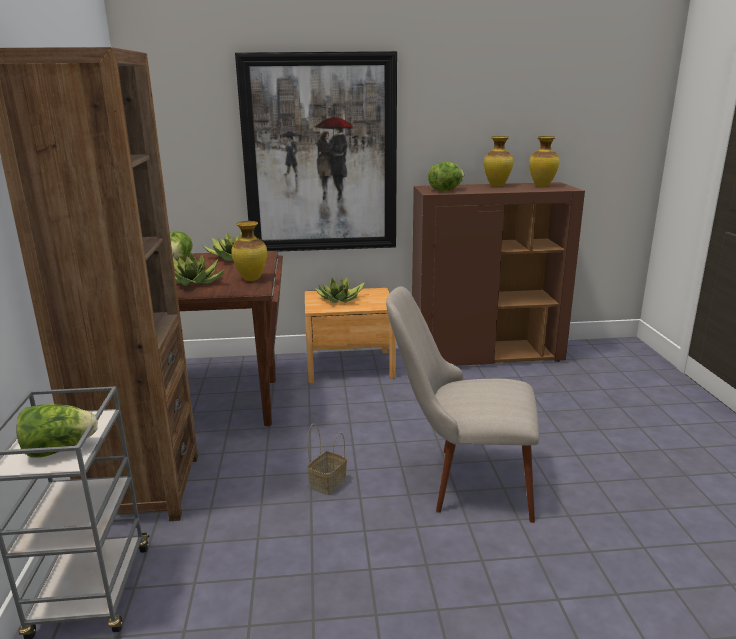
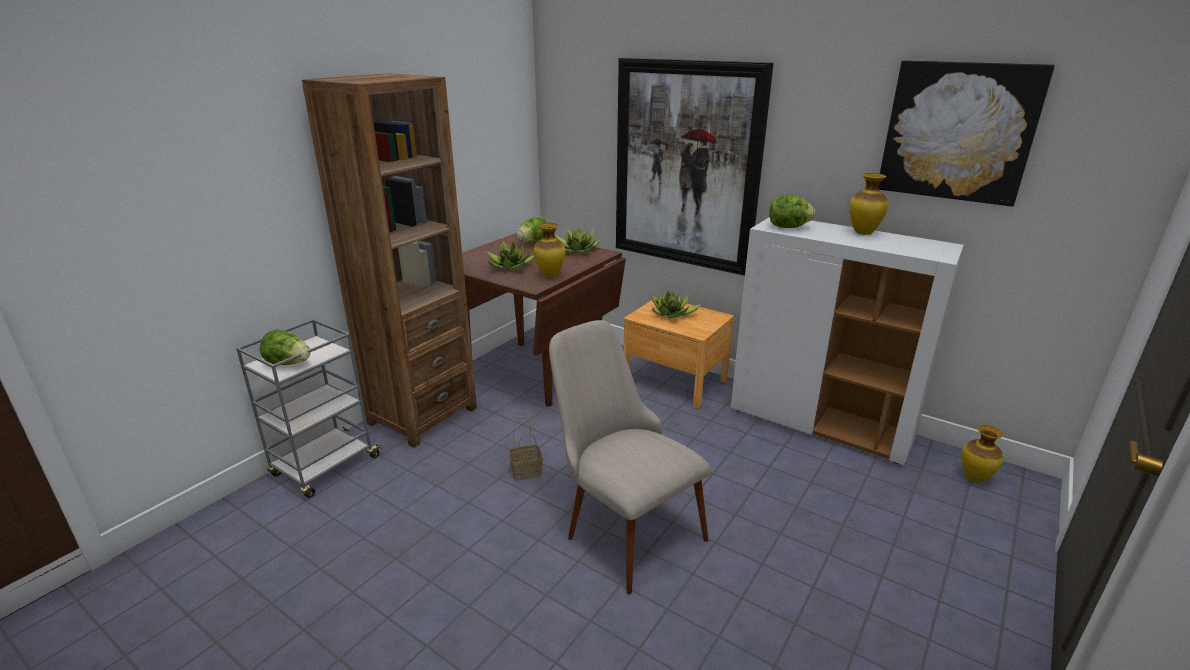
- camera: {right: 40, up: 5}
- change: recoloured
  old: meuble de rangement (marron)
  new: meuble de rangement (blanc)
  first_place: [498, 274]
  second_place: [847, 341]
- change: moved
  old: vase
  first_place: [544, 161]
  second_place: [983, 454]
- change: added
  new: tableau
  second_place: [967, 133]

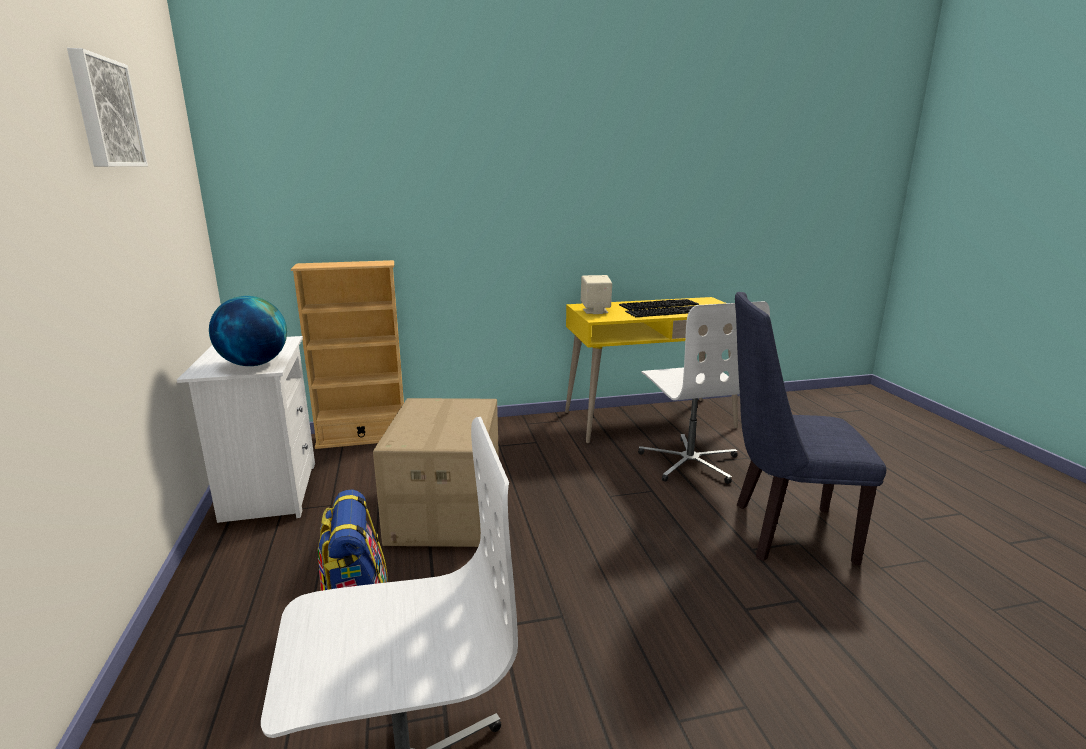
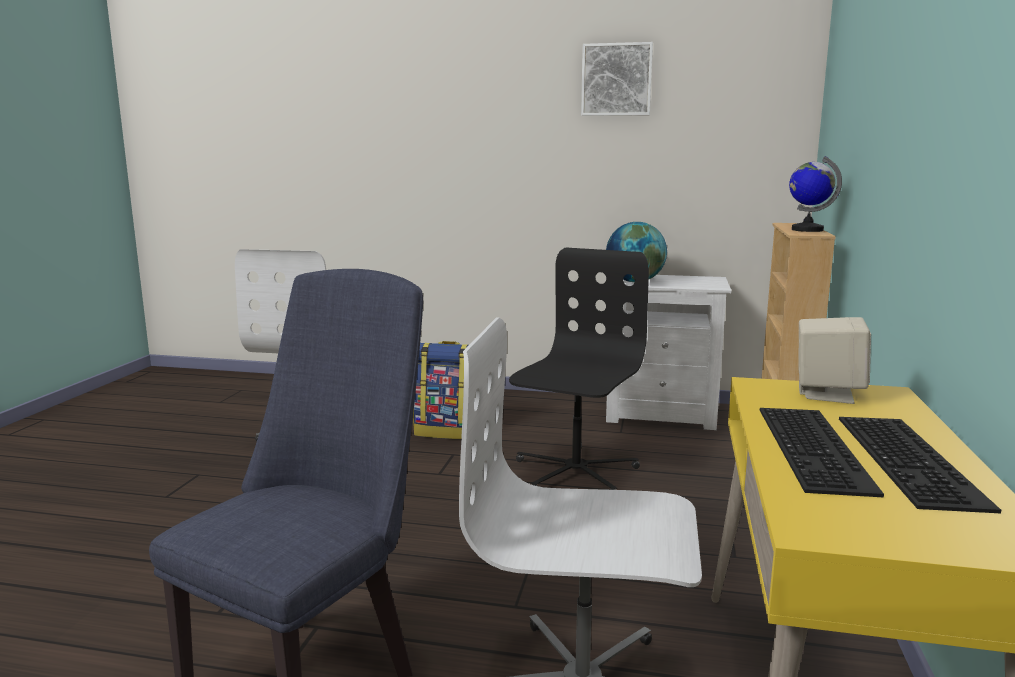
- camera: {right: 115, up: -5}
- change: replaced
  old: carton
  new: chaise de bureau (noir)
  first_place: [436, 472]
  second_place: [579, 369]
- change: added
  new: globe
  second_place: [815, 194]

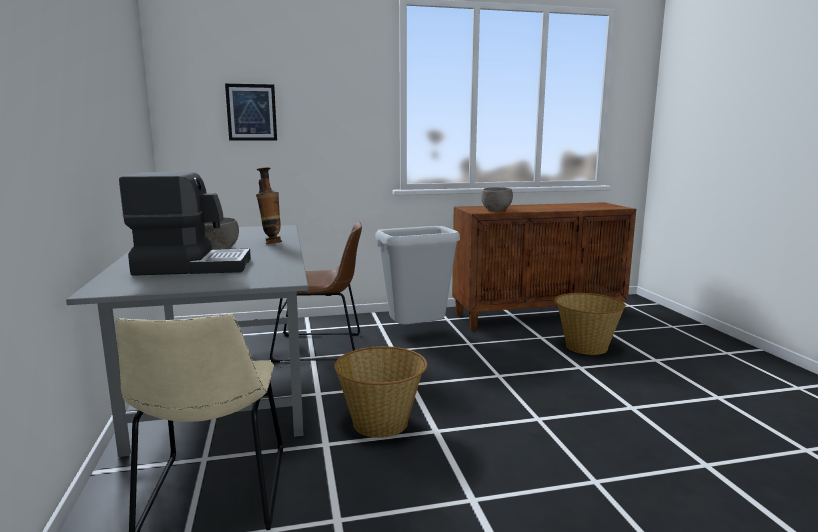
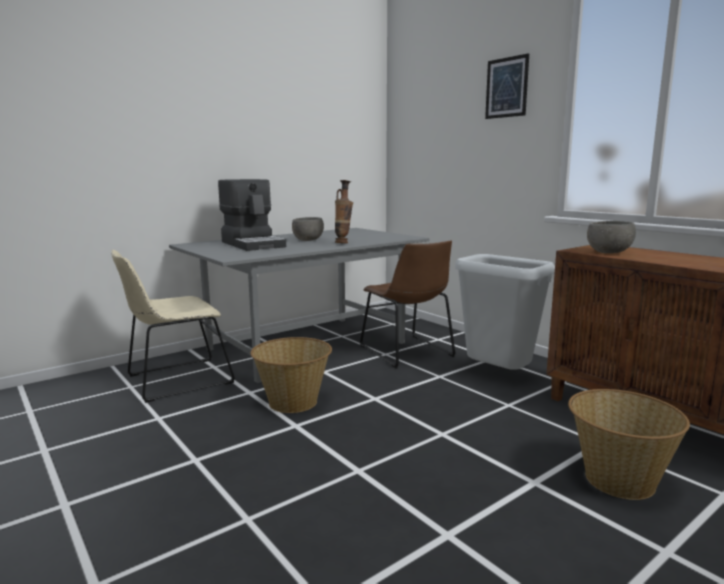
- camera: {right: 65, up: 0}
- change: moved
  old: tableau
  first_place: [251, 112]
  second_place: [507, 86]

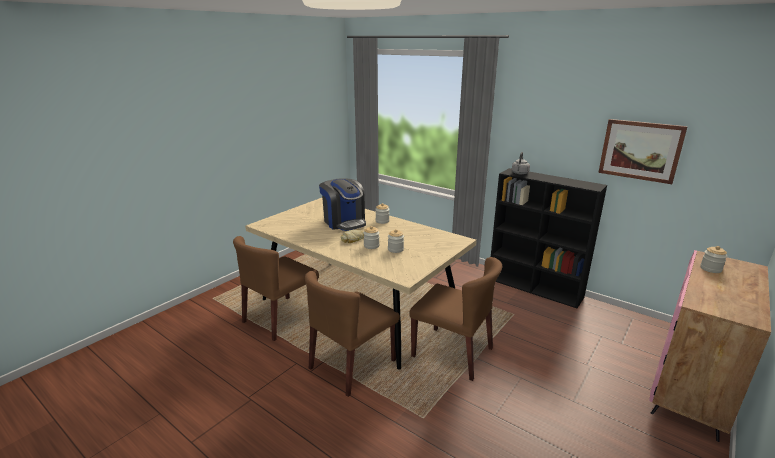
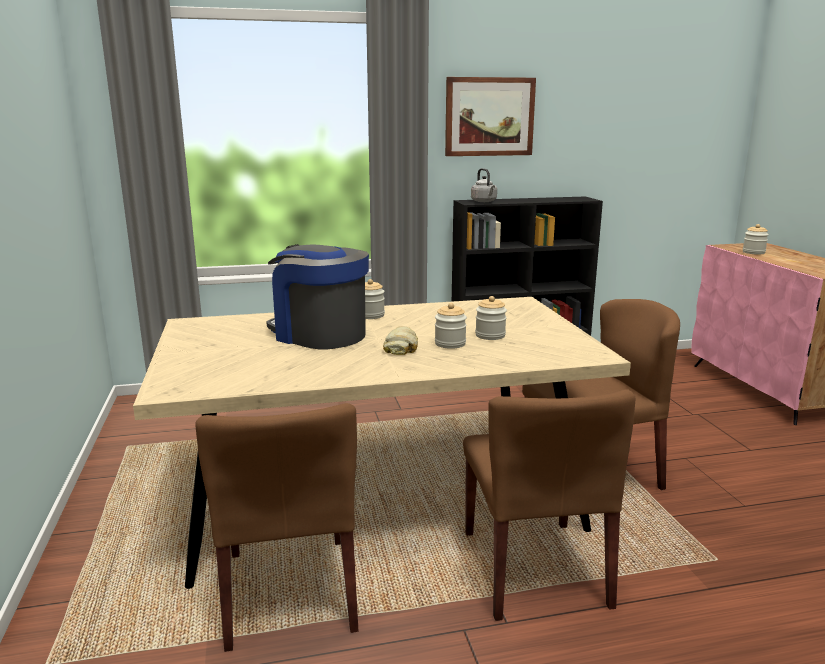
- camera: {right: -50, up: -5}
- change: turned
  old: machine à café
  first_place: [342, 204]
  second_place: [317, 297]
  degrees: -150
- change: moved
  old: tableau
  first_place: [643, 151]
  second_place: [490, 116]

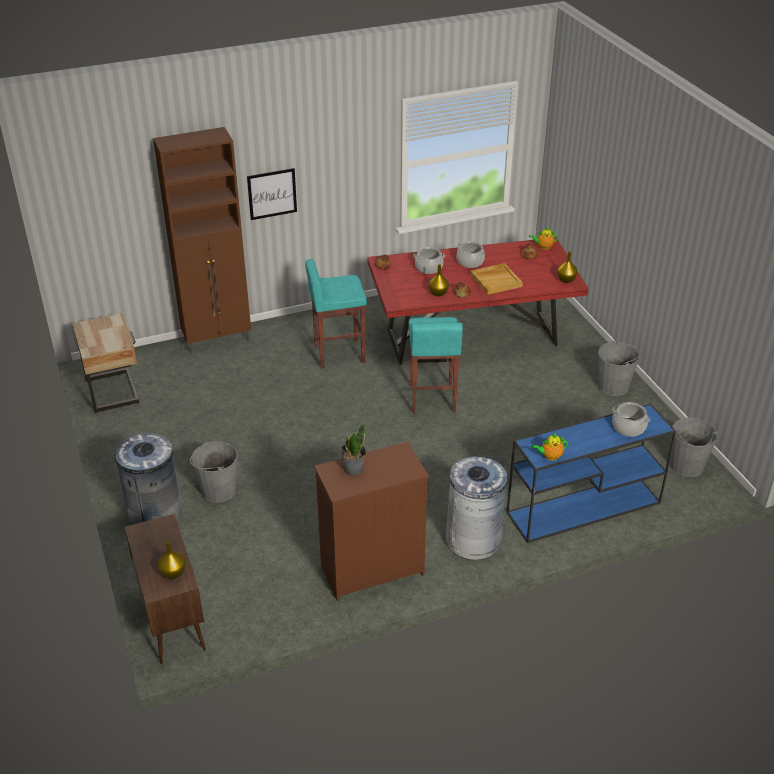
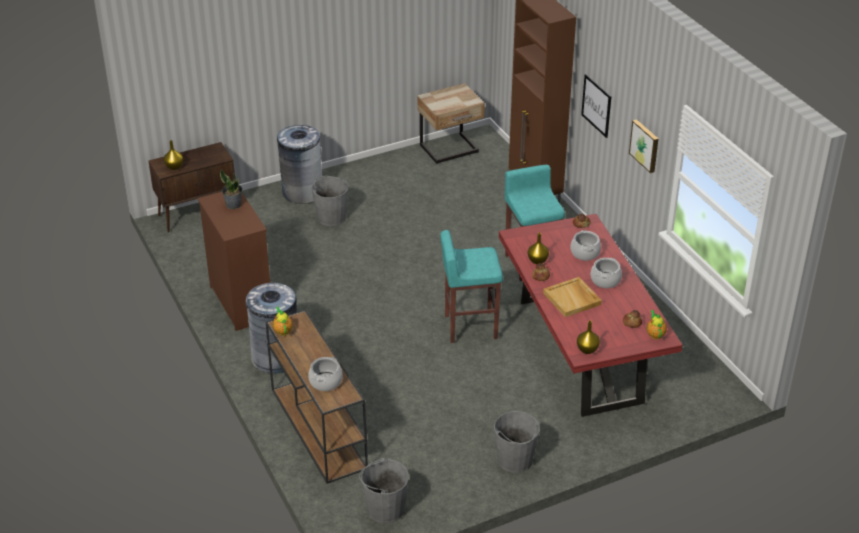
- camera: {right: 85, up: 0}
- change: recoloured
  old: table console (bleu)
  new: table console (marron)
  first_place: [591, 473]
  second_place: [317, 397]
- change: added
  new: tableau
  second_place: [643, 146]

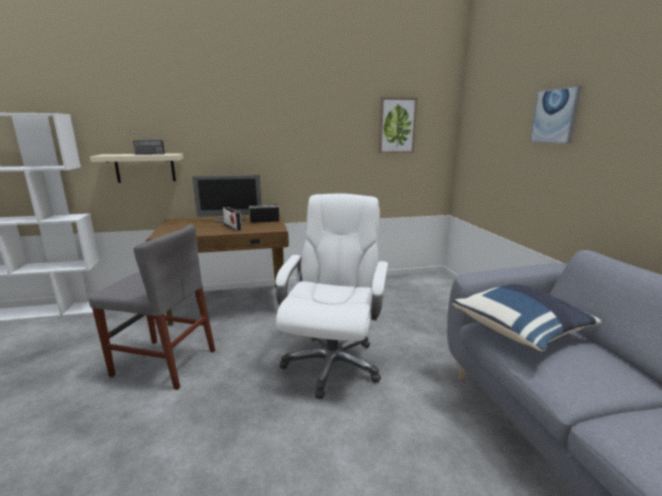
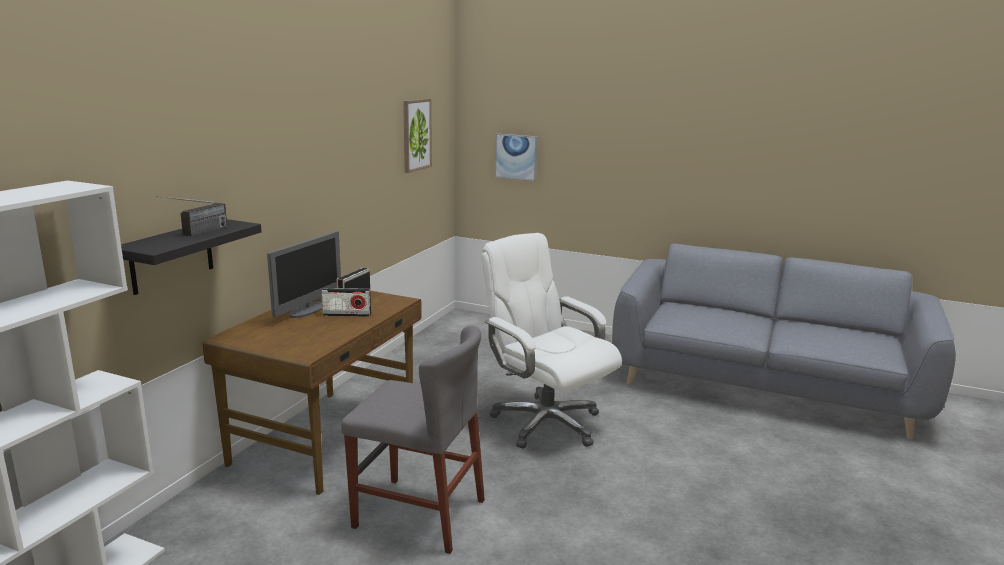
- camera: {right: -55, up: 0}
- change: turned
  old: chaise (gris)
  first_place: [152, 307]
  second_place: [413, 439]
  degrees: 60
- change: recoloured
  old: étagère (beige)
  new: étagère (noir)
  first_place: [137, 168]
  second_place: [191, 257]
- change: removed
  old: coussin (bleu)
  first_place: [527, 318]
- change: moved
  old: tableau
  first_place: [556, 115]
  second_place: [516, 157]

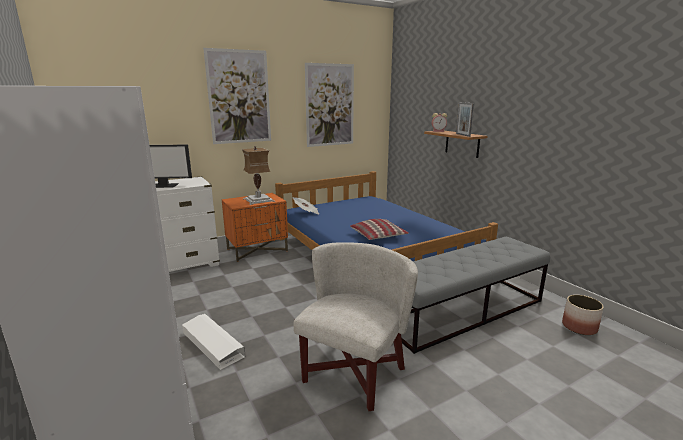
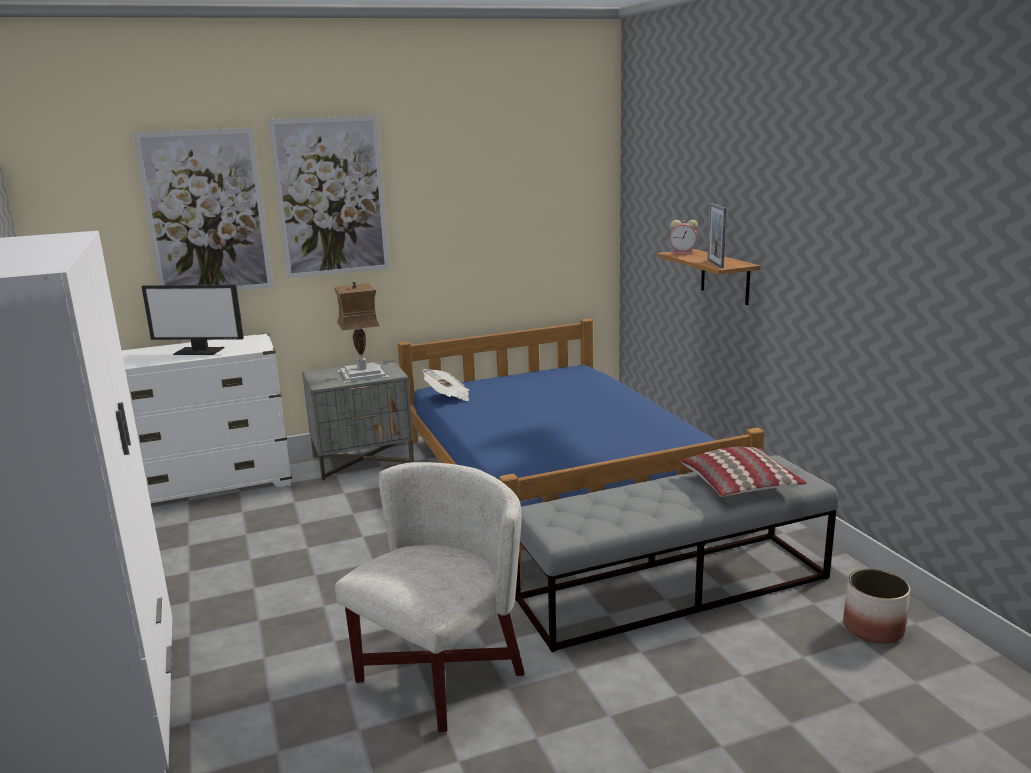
- camera: {right: 10, up: 0}
- change: removed
  old: boîte de rangement (blanc)
  first_place: [213, 342]
- change: recoloured
  old: table de chevet (orange)
  new: table de chevet (gris)
  first_place: [255, 227]
  second_place: [358, 420]
- change: moved
  old: tableau
  first_place: [329, 105]
  second_place: [203, 209]
- change: moved
  old: coussin
  first_place: [379, 229]
  second_place: [743, 472]

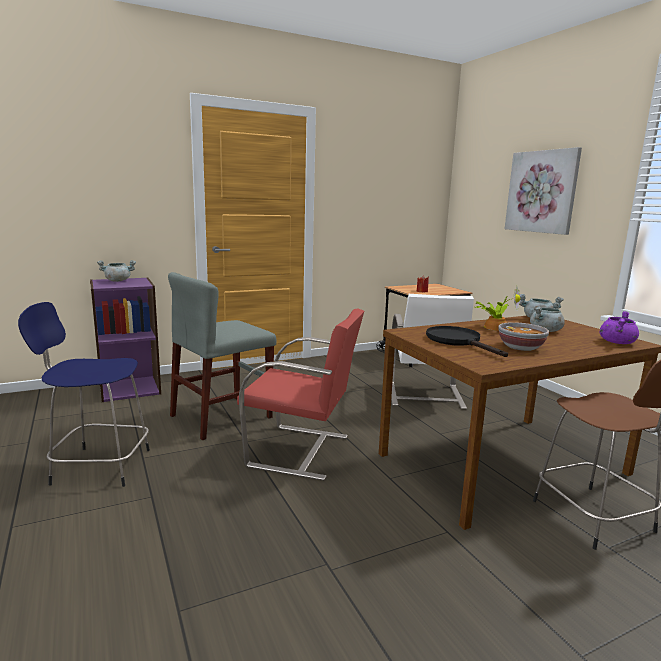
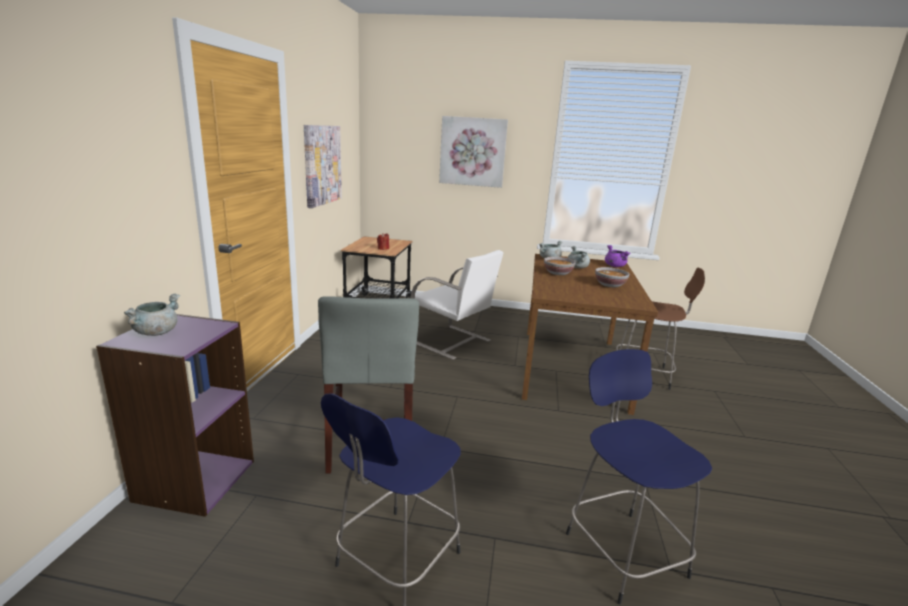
- camera: {right: -55, up: 5}
- change: removed
  old: chaise (rouge)
  first_place: [300, 394]
- change: removed
  old: poêle (noir)
  first_place: [467, 341]
- change: replaced
  old: plante en pot
  new: bol
  first_place: [497, 308]
  second_place: [559, 266]
- change: added
  new: tableau
  second_place: [323, 166]
- change: added
  new: tabouret (bleu)
  second_place: [639, 477]

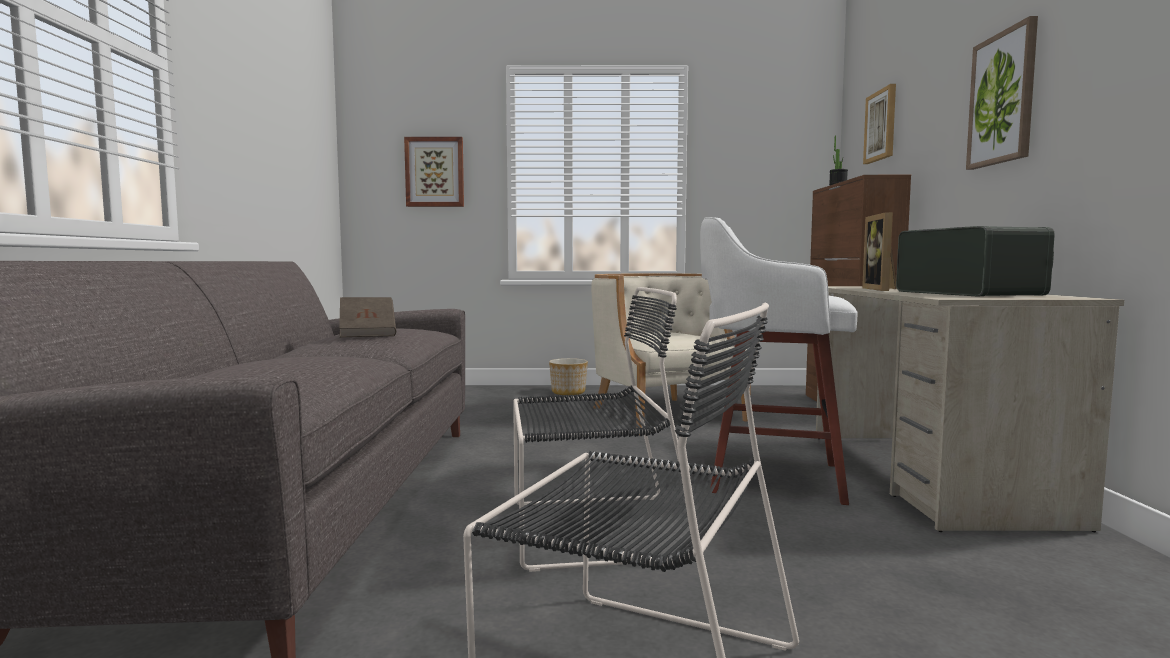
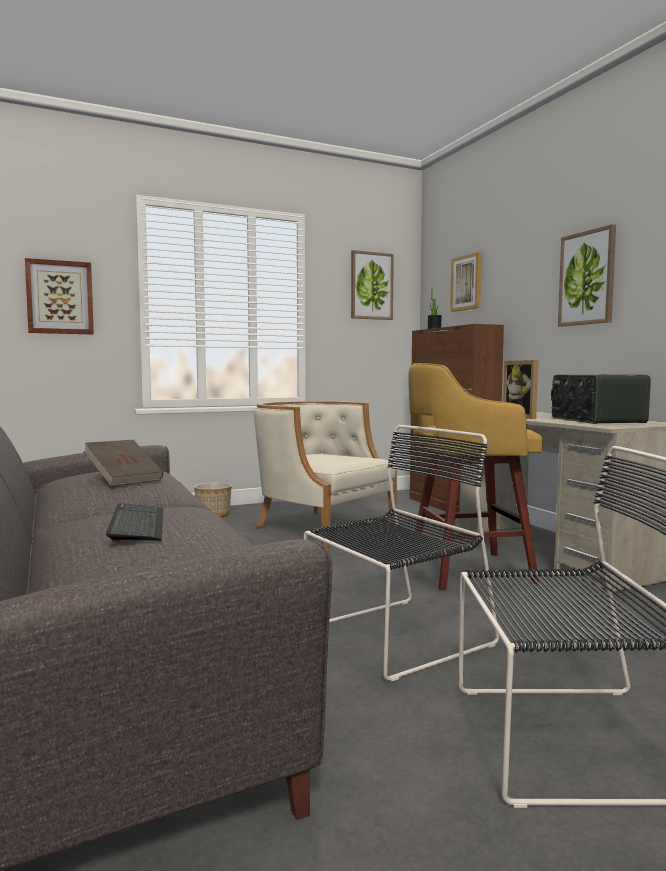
- camera: {right: -25, up: 0}
- change: recoloured
  old: tabouret (blanc)
  new: tabouret (jaune)
  first_place: [779, 361]
  second_place: [475, 476]
- change: turned
  old: radio
  first_place: [975, 261]
  second_place: [601, 399]
  degrees: -150
- change: added
  new: clavier
  second_place: [134, 523]
- change: added
  new: tableau
  second_place: [372, 285]

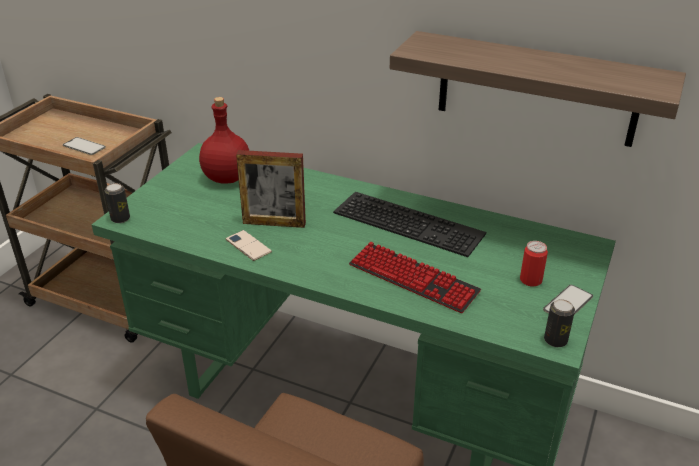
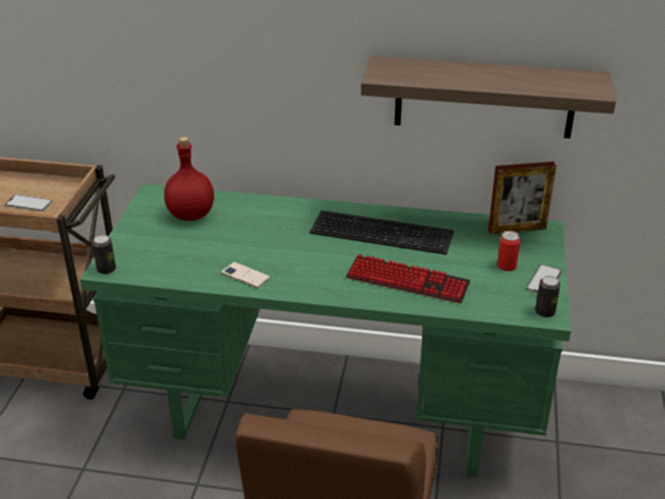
- camera: {right: -15, up: 0}
- change: moved
  old: cadre photo
  first_place: [271, 189]
  second_place: [522, 198]

